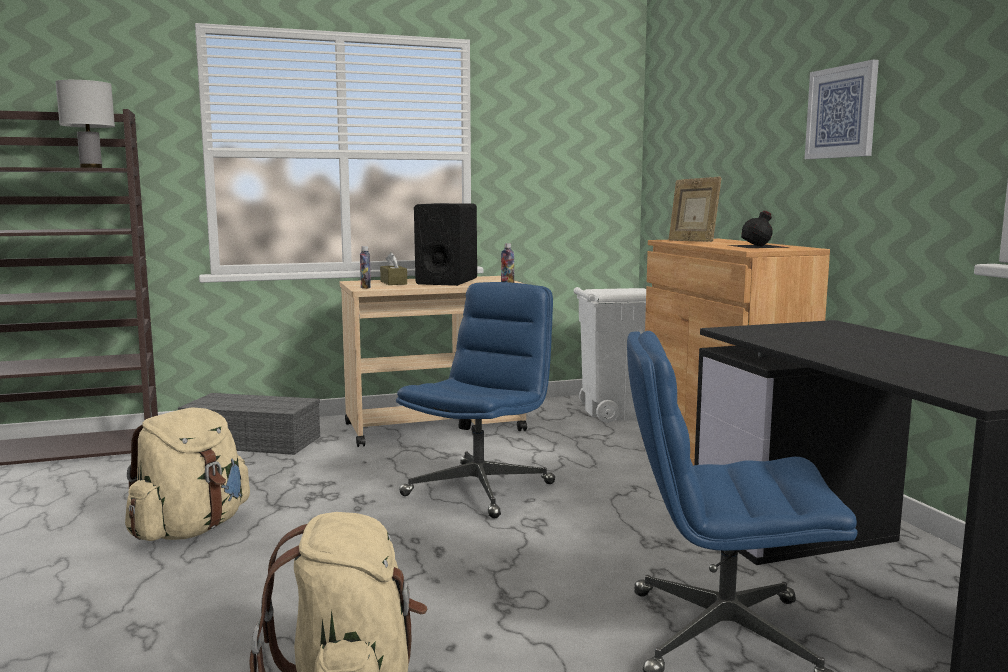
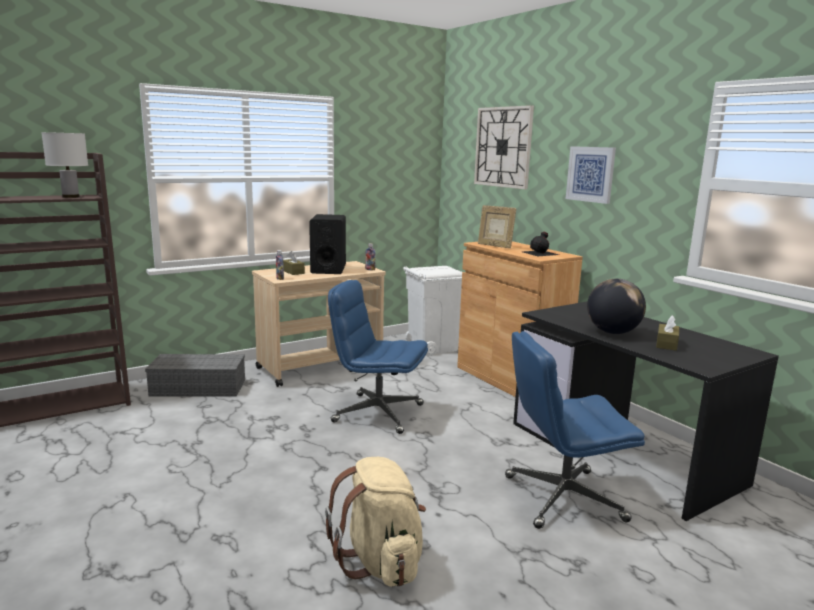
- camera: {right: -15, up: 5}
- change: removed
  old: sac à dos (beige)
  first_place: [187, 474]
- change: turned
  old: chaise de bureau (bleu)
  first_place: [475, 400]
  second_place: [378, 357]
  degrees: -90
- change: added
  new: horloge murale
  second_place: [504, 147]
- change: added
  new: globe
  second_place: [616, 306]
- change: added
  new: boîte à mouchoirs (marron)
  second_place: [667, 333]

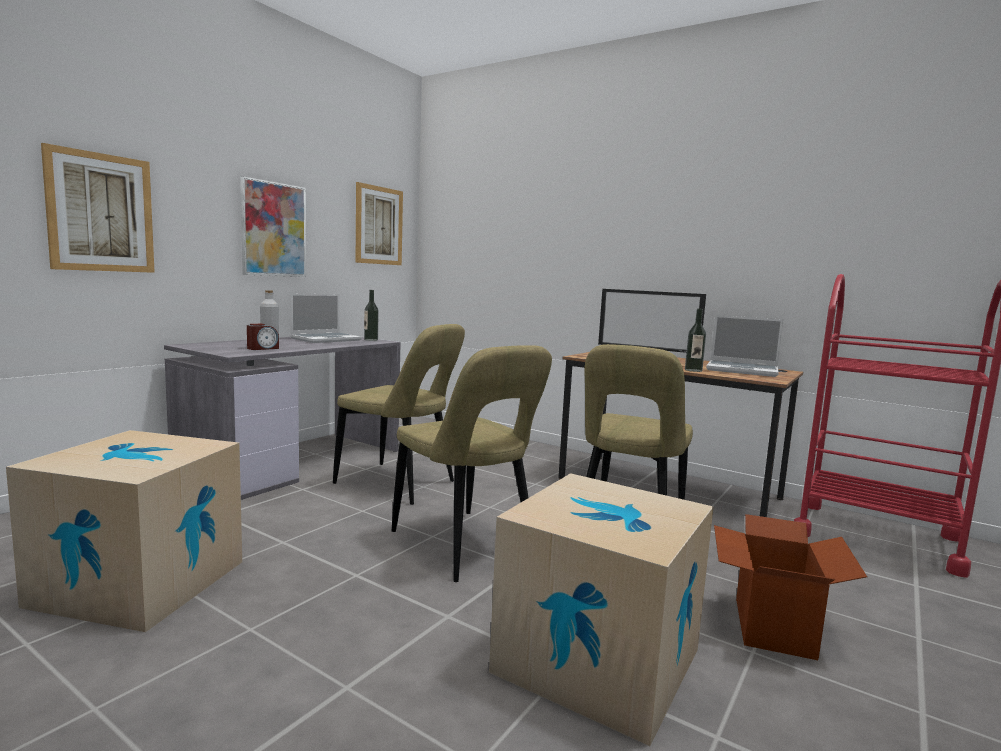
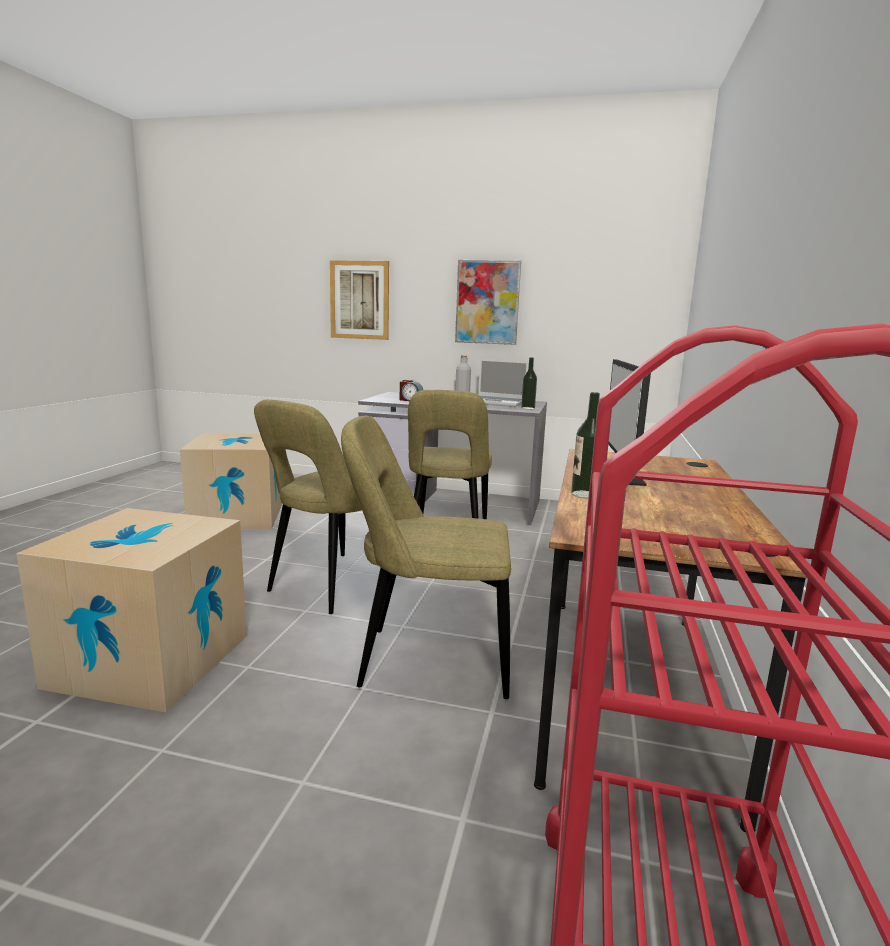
- camera: {right: 70, up: 5}
- change: removed
  old: tableau
  first_place: [379, 223]
- change: removed
  old: ordinateur portable
  first_place: [745, 346]
- change: removed
  old: carton
  first_place: [790, 587]

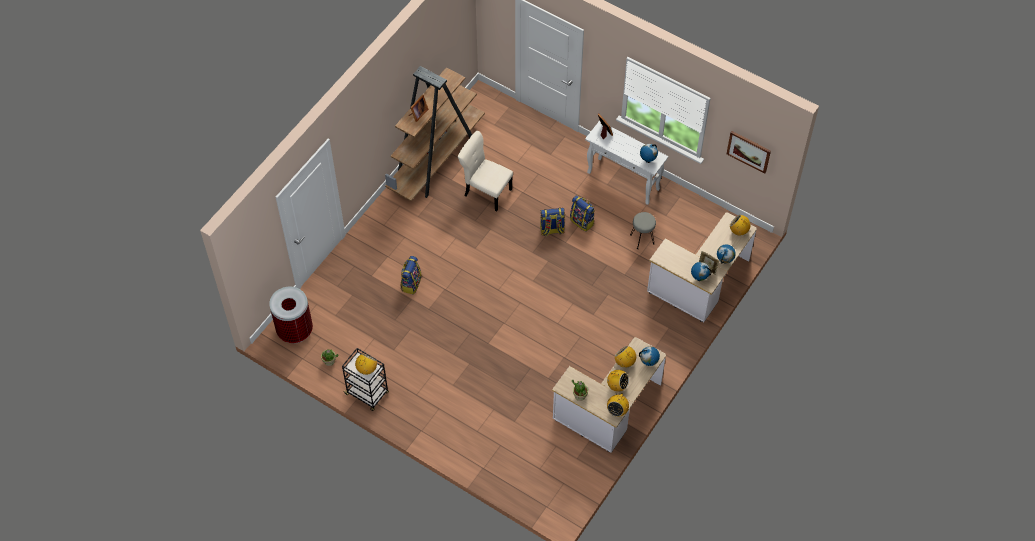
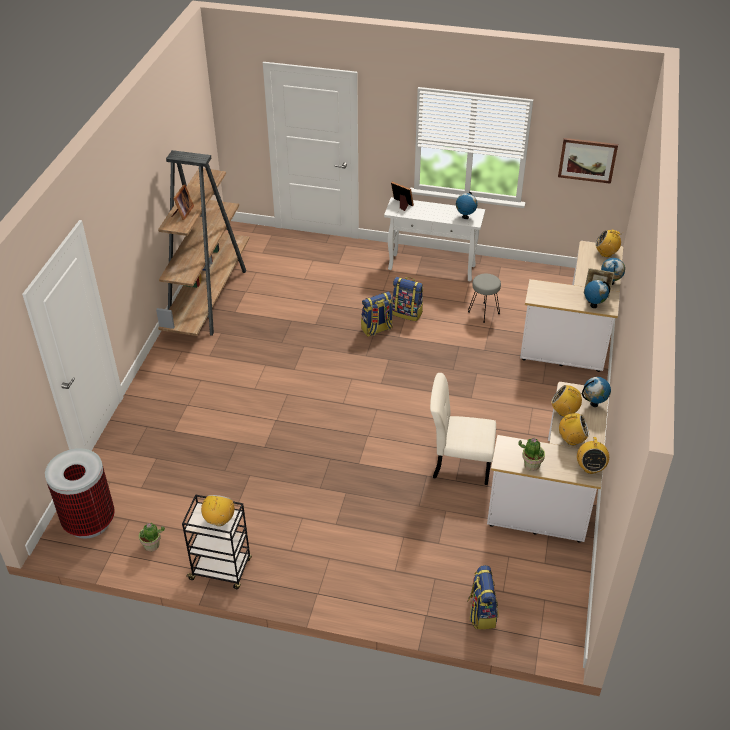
- camera: {right: -20, up: -15}
- change: moved
  old: sac à dos
  first_place: [410, 275]
  second_place: [483, 597]
- change: moved
  old: chaise (beige)
  first_place: [485, 171]
  second_place: [463, 429]

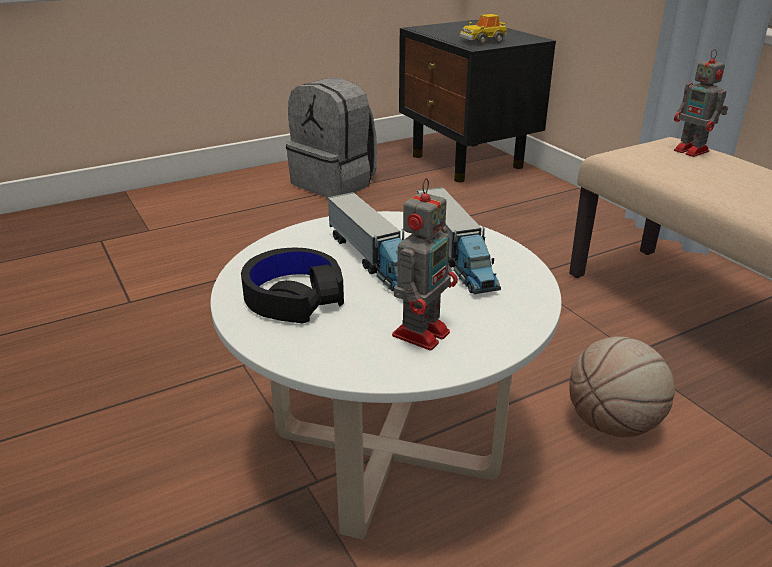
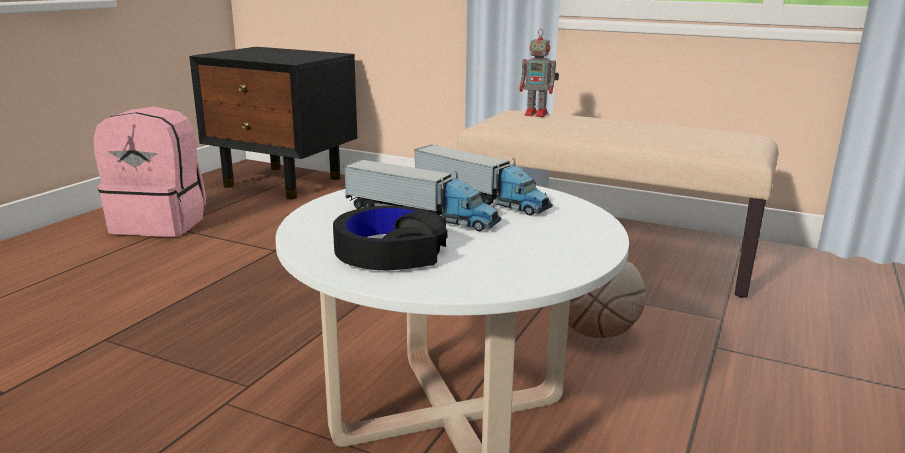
- camera: {right: -35, up: -10}
- change: recoloured
  old: sac à dos (gris)
  new: sac à dos (rose)
  first_place: [331, 137]
  second_place: [150, 171]
- change: removed
  old: robot jouet
  first_place: [425, 264]
- change: removed
  old: petite voiture
  first_place: [483, 29]

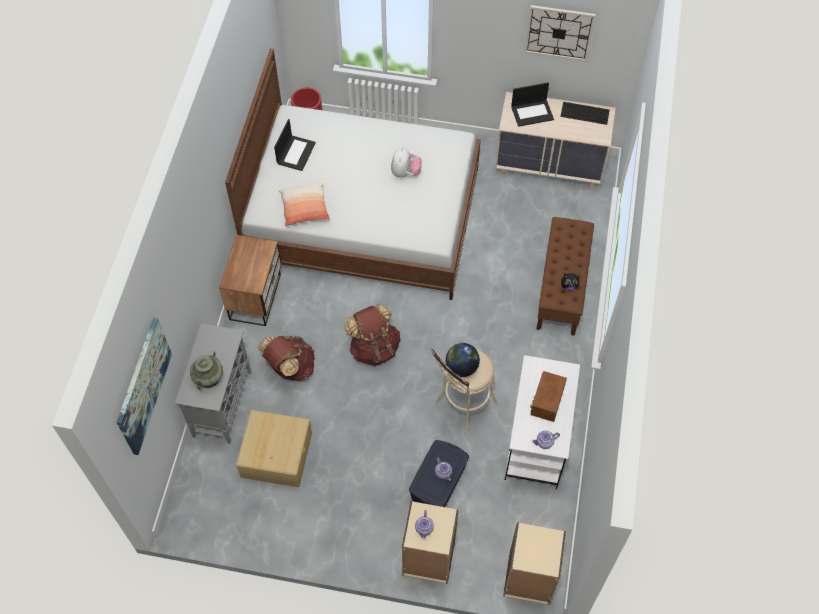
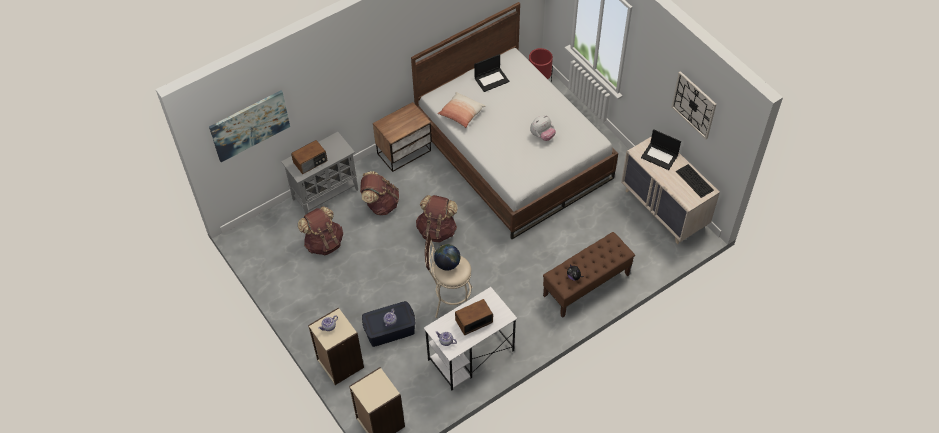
- camera: {right: 45, up: -5}
- change: replaced
  old: vase (turquoise)
  new: radio
  first_place: [206, 371]
  second_place: [309, 157]
- change: replaced
  old: boîte de rangement (beige)
  new: sac à dos (marron)
  first_place: [274, 448]
  second_place: [320, 230]

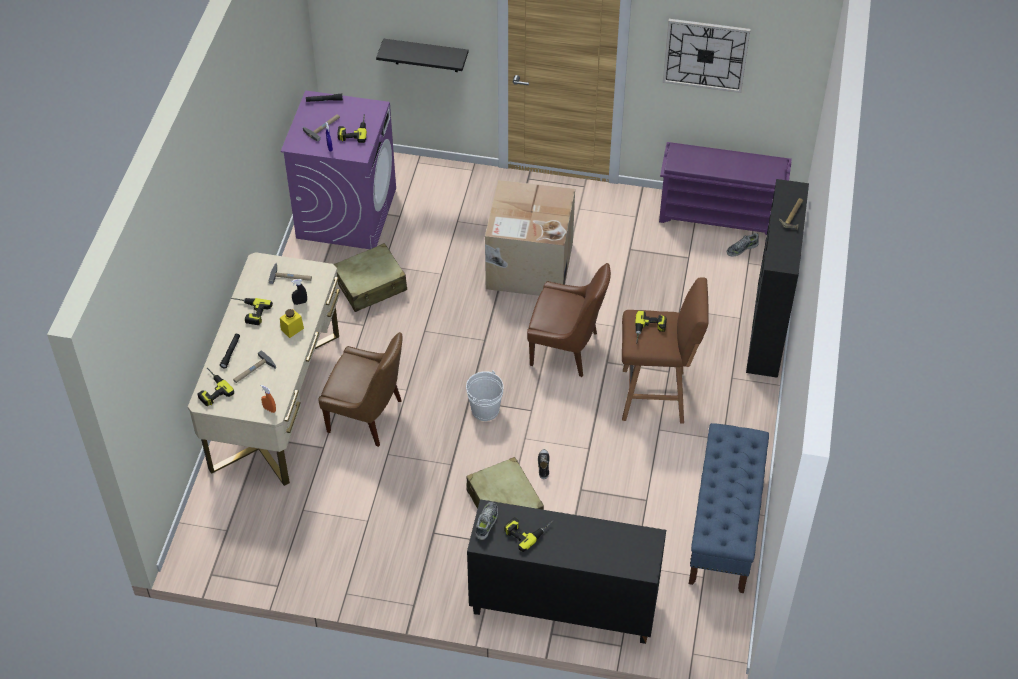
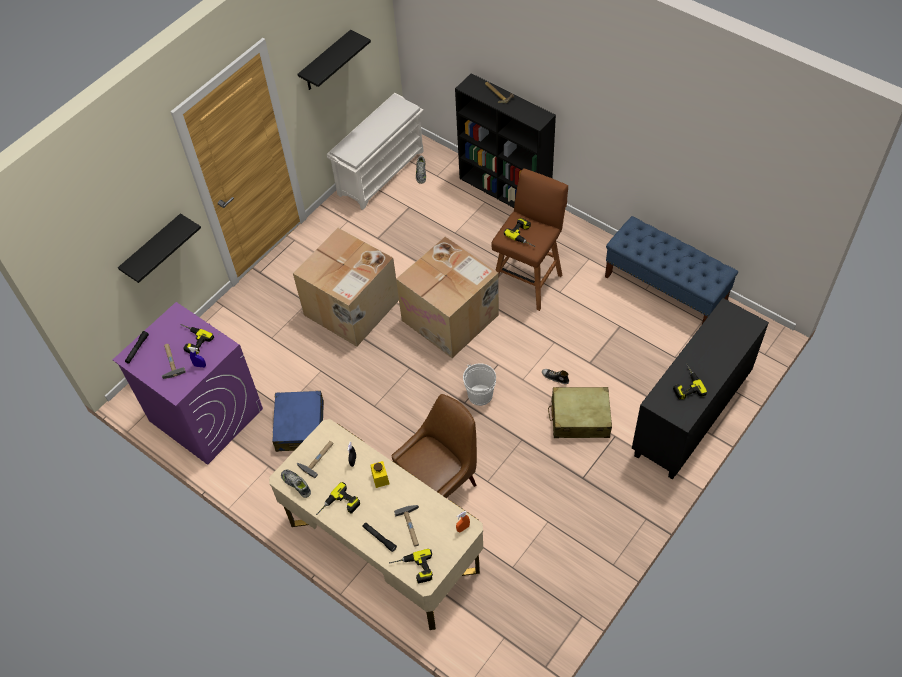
- camera: {right: -60, up: 5}
- change: recoloured
  old: valise (beige)
  new: valise (bleu)
  first_place: [370, 277]
  second_place: [298, 421]
- change: moved
  old: chaussure
  first_place: [487, 521]
  second_place: [296, 484]
- change: replaced
  old: chaise (marron)
  new: carton
  first_place: [569, 320]
  second_place: [447, 297]
- change: recoloured
  old: étagère à chaussures (violet)
  new: étagère à chaussures (blanc)
  first_place: [725, 188]
  second_place: [375, 151]
- change: replaced
  old: horloge murale
  new: étagère (noir)
  first_place: [706, 56]
  second_place: [334, 60]

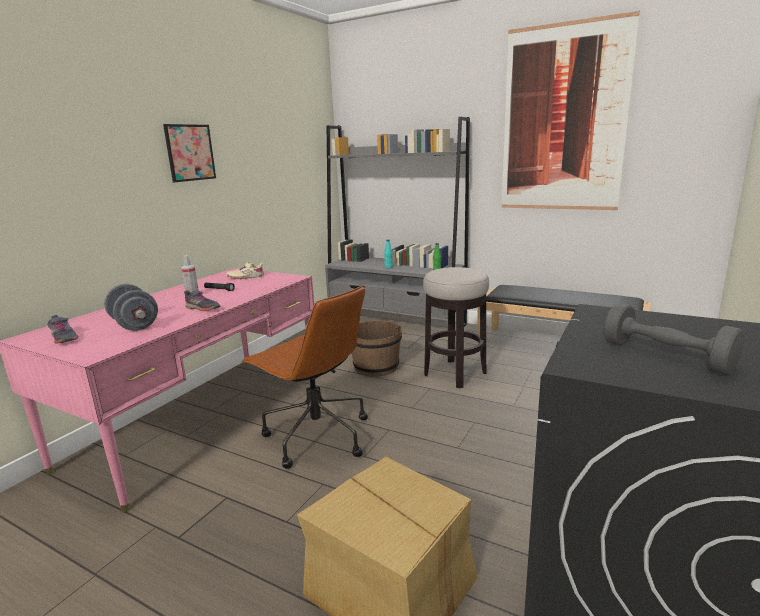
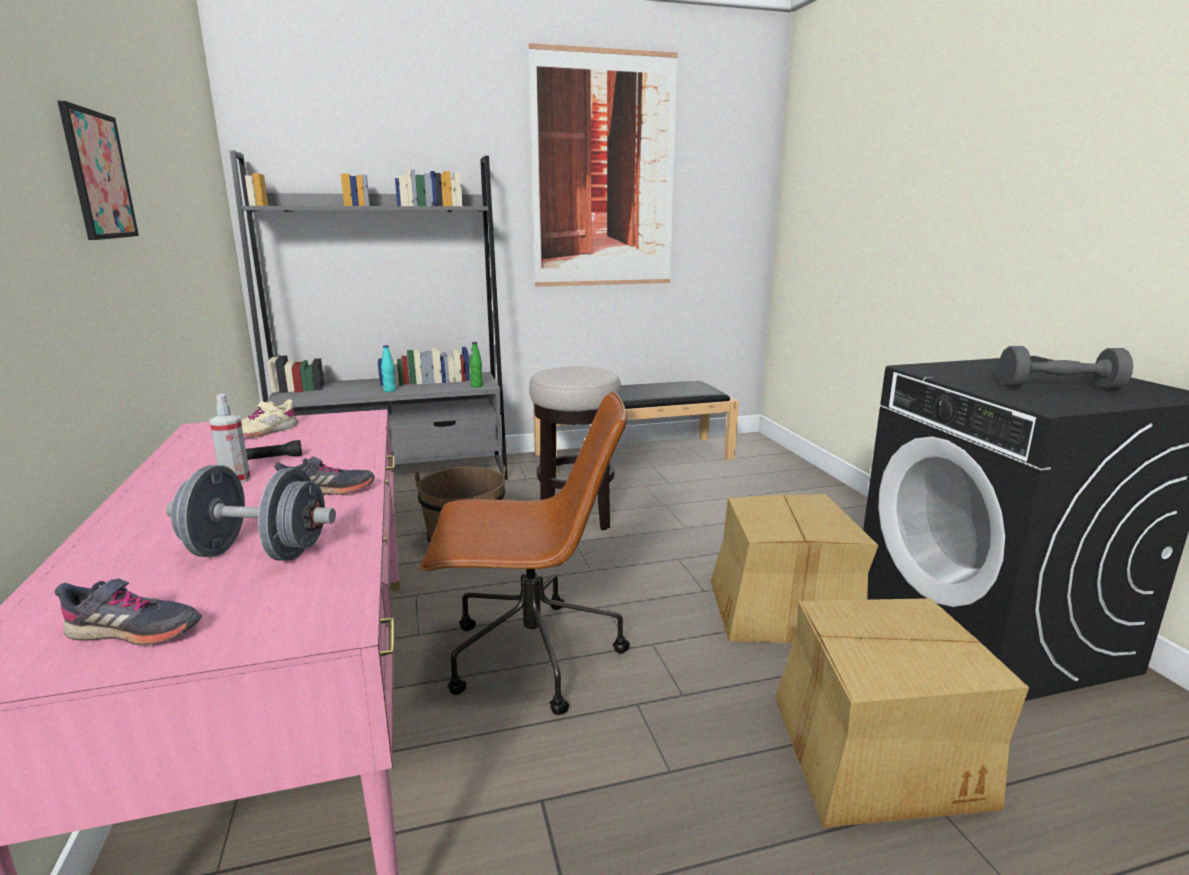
- camera: {right: -45, up: 0}
- change: added
  new: carton
  second_place: [795, 568]

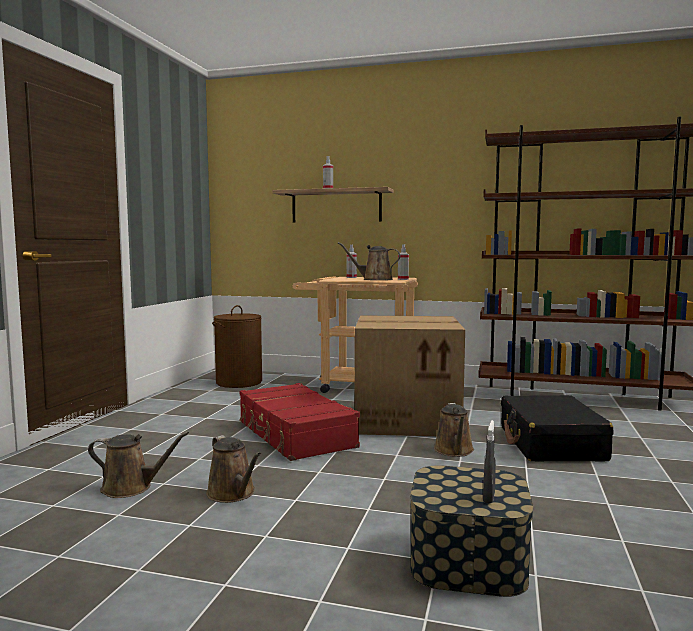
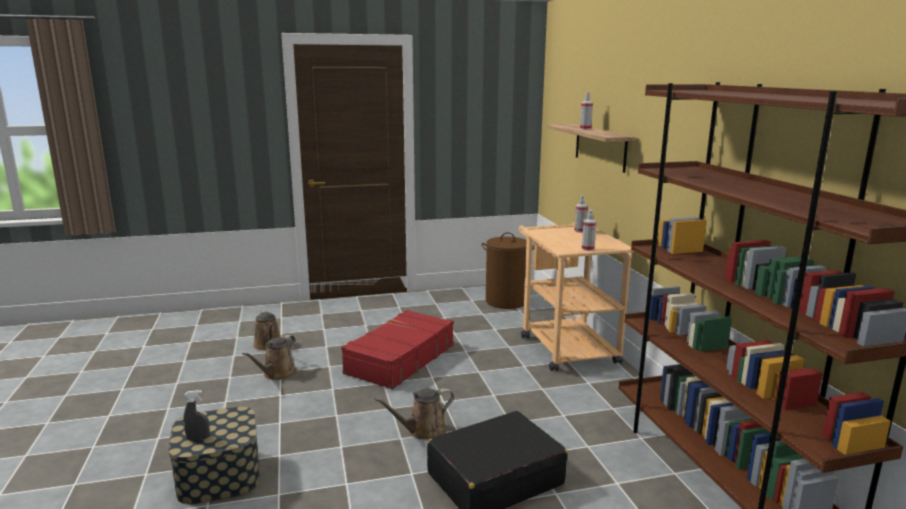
- camera: {right: 60, up: 10}
- change: removed
  old: arrosoir (marron)
  first_place: [369, 261]
- change: removed
  old: carton
  first_place: [409, 375]

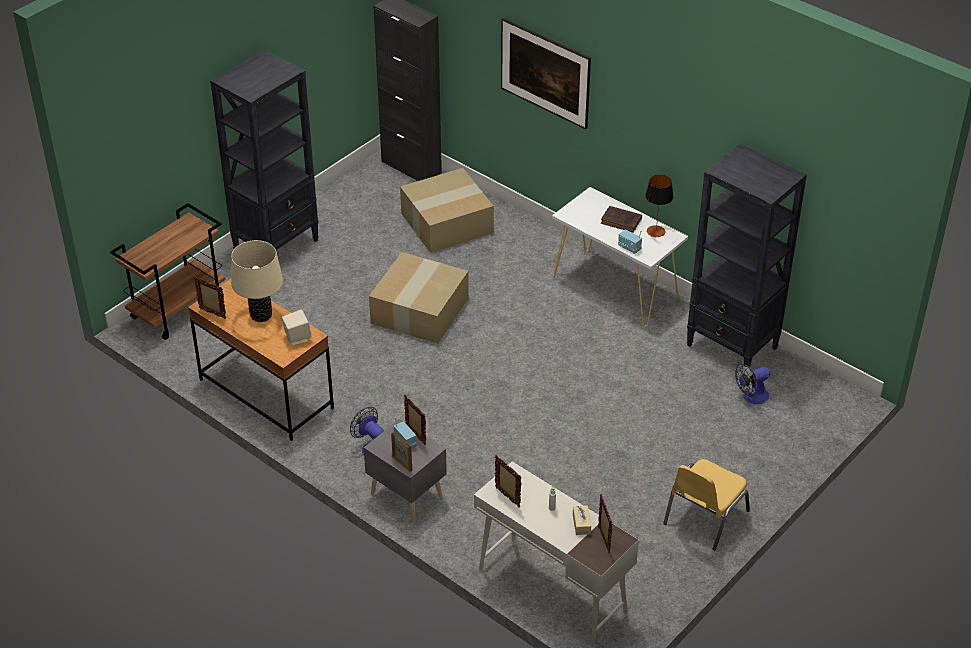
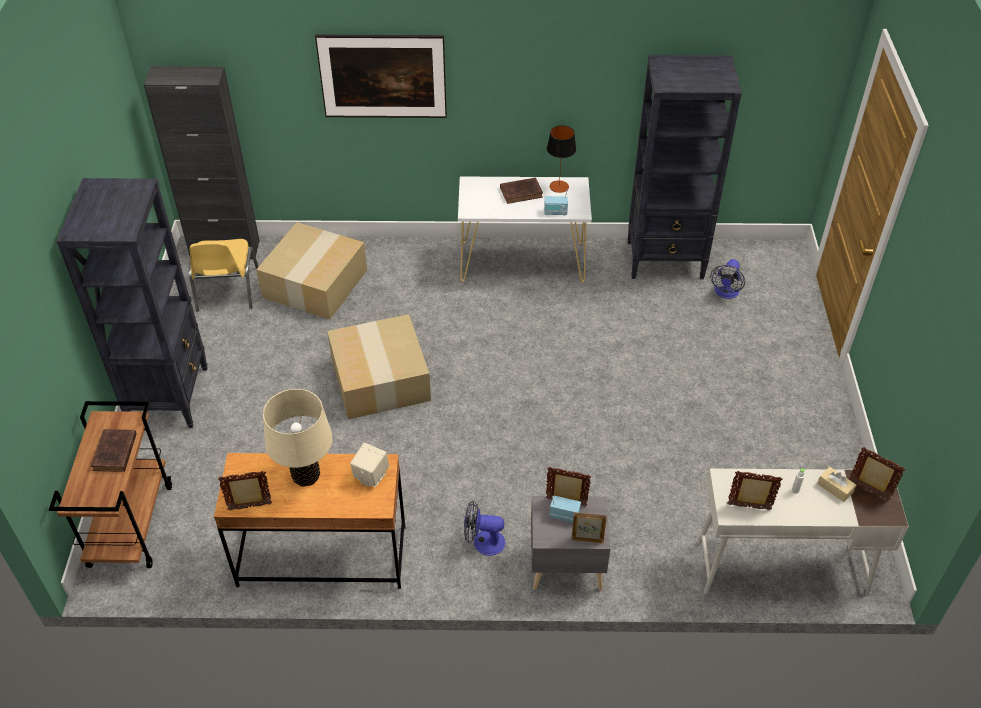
- camera: {right: -40, up: 5}
- change: moved
  old: chaise (jaune)
  first_place: [706, 504]
  second_place: [224, 275]
- change: added
  new: livre (marron)
  second_place: [114, 450]

